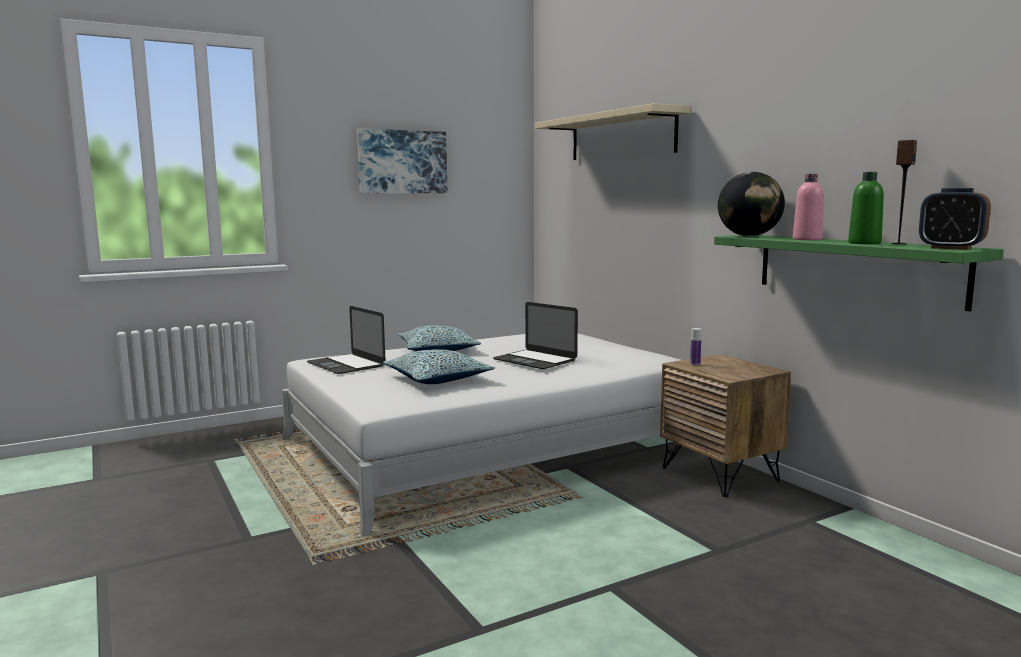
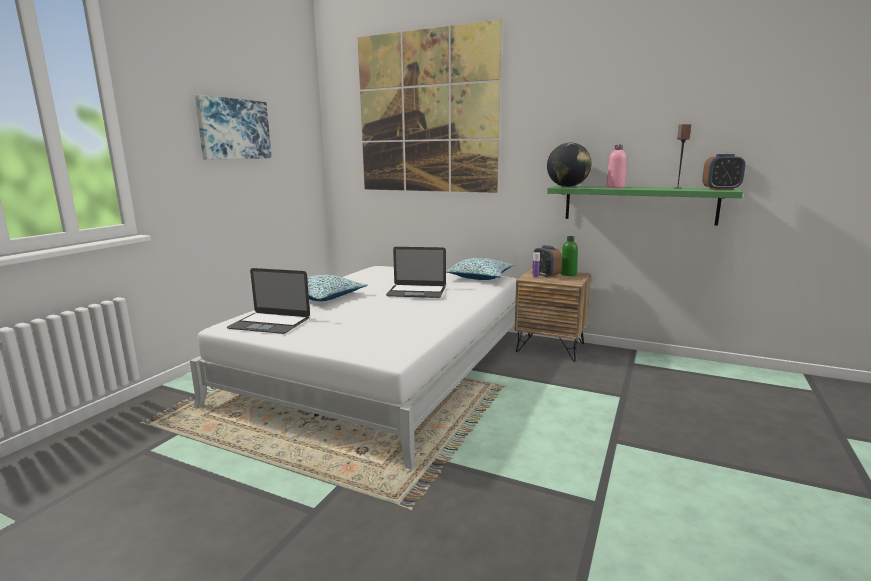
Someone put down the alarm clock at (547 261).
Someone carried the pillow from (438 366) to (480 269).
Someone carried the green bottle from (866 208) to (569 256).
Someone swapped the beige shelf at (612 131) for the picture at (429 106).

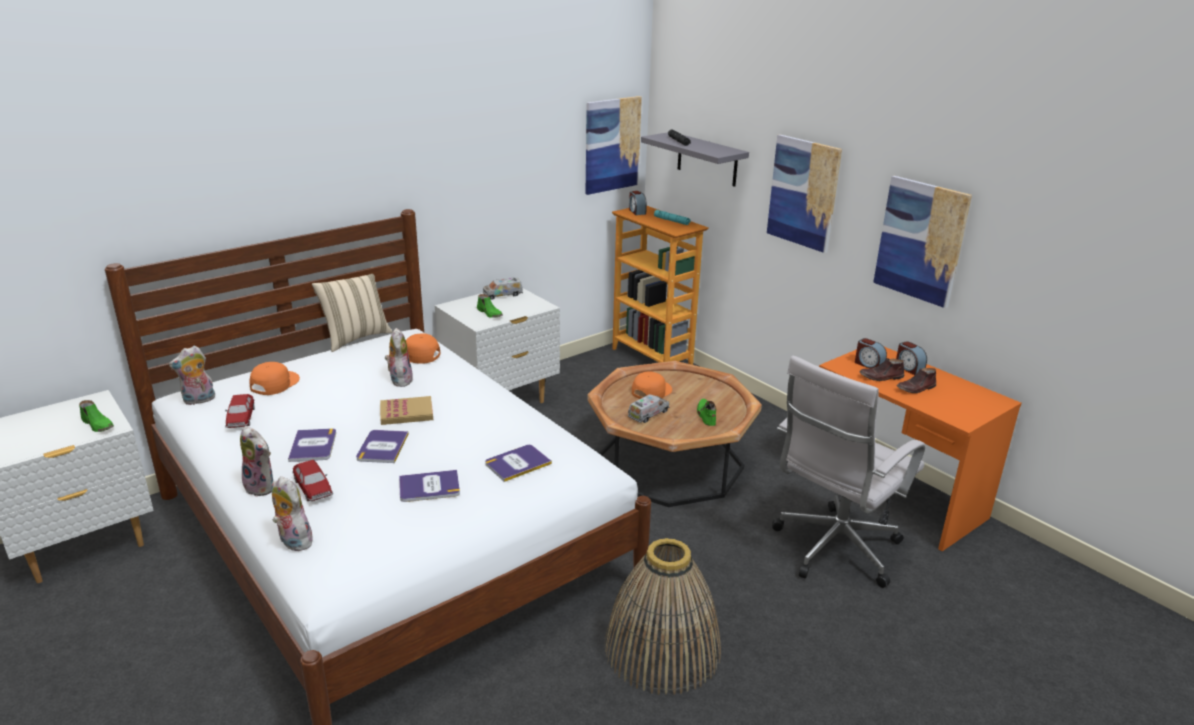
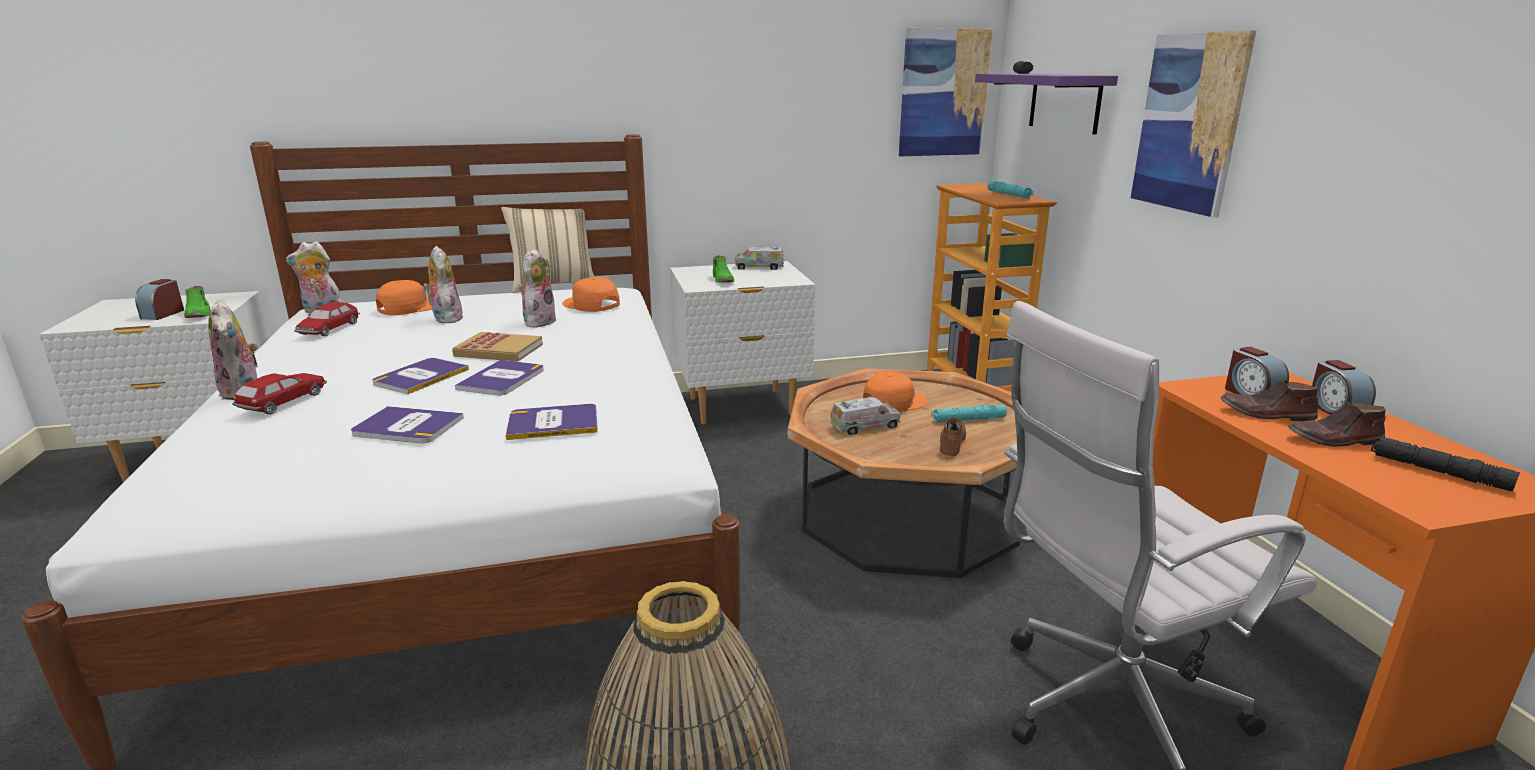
Someone took away the picture at (922 242).
Someone put down the turquoise flashlight at (968 413).
Someone put down the black flashlight at (1445 464).
Someone carried the plush toy from (292 513) to (443 284).
Someone carried the book from (312 445) to (499 377).
Someone carried the alarm clock from (638 203) to (159 299).
Someone repainted the grey shelf at (695 159), which became the purple shelf at (1046 104).
Someone repainted the green shoe at (706 412), which became the brown shoe at (953 436).
Someone rotated the toy car at (313 480) by 150 degrees counterclockwise.

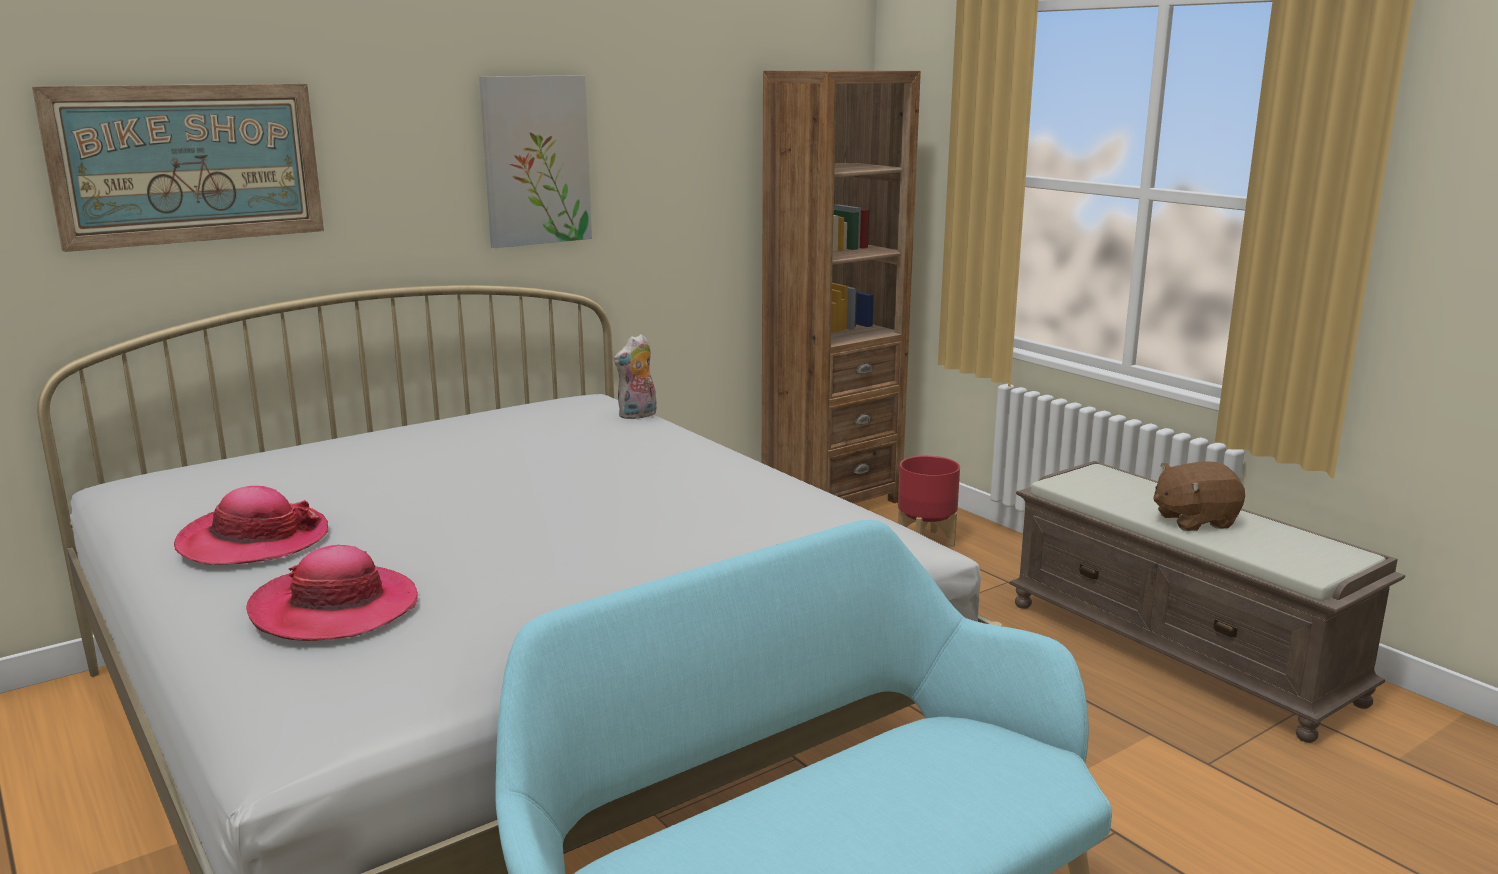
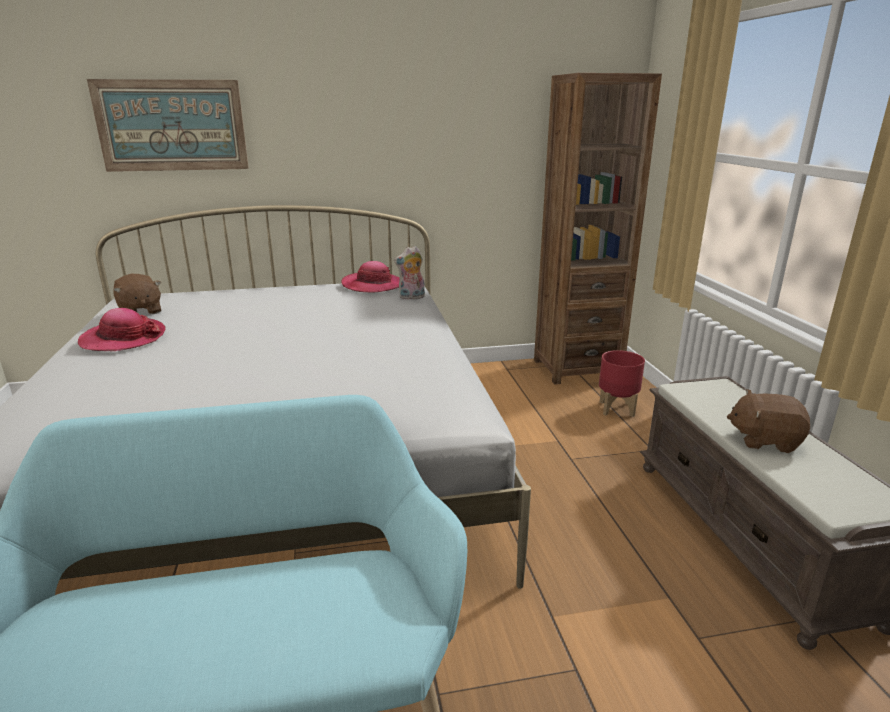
Someone took away the picture at (535 162).
Someone put down the brown plush toy at (137 294).
Someone carried the hat from (332 593) to (370 277).

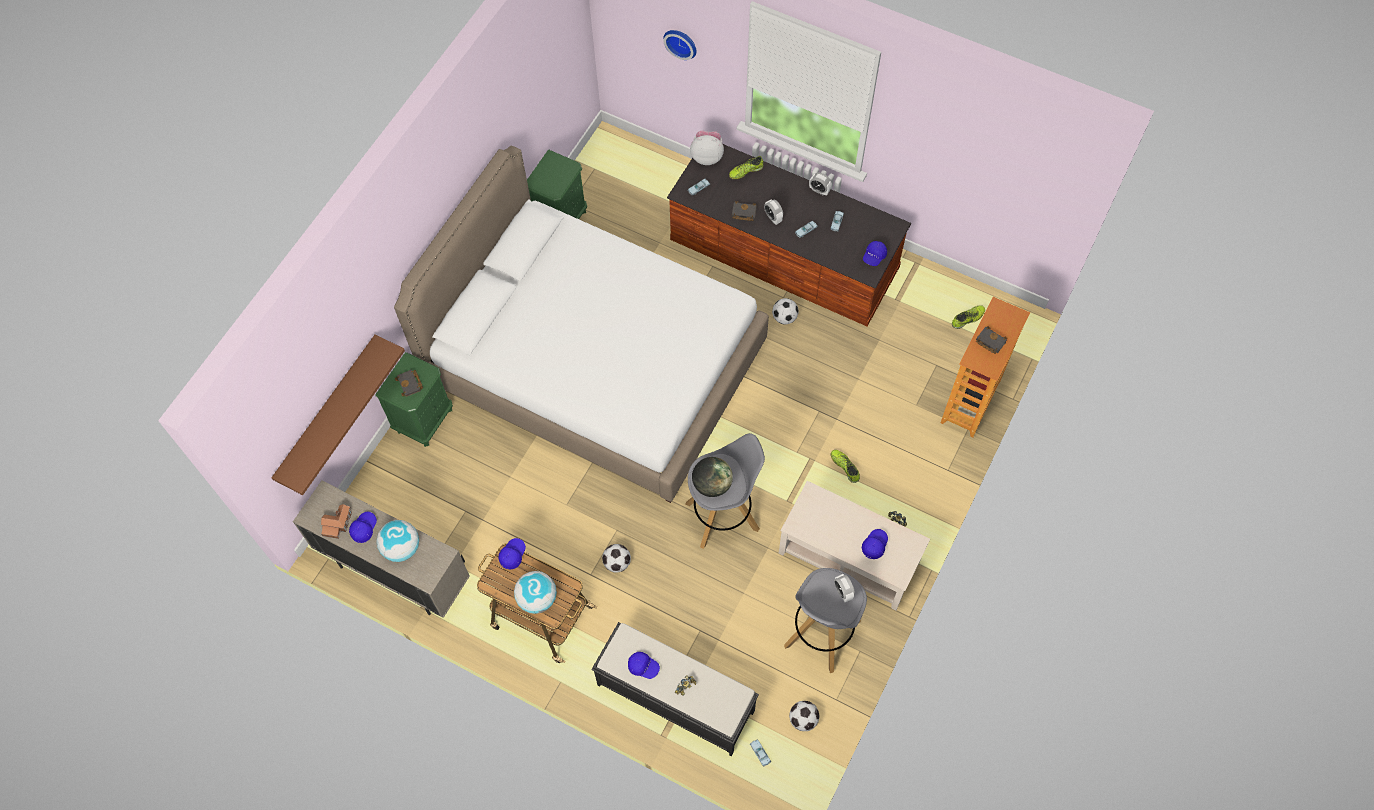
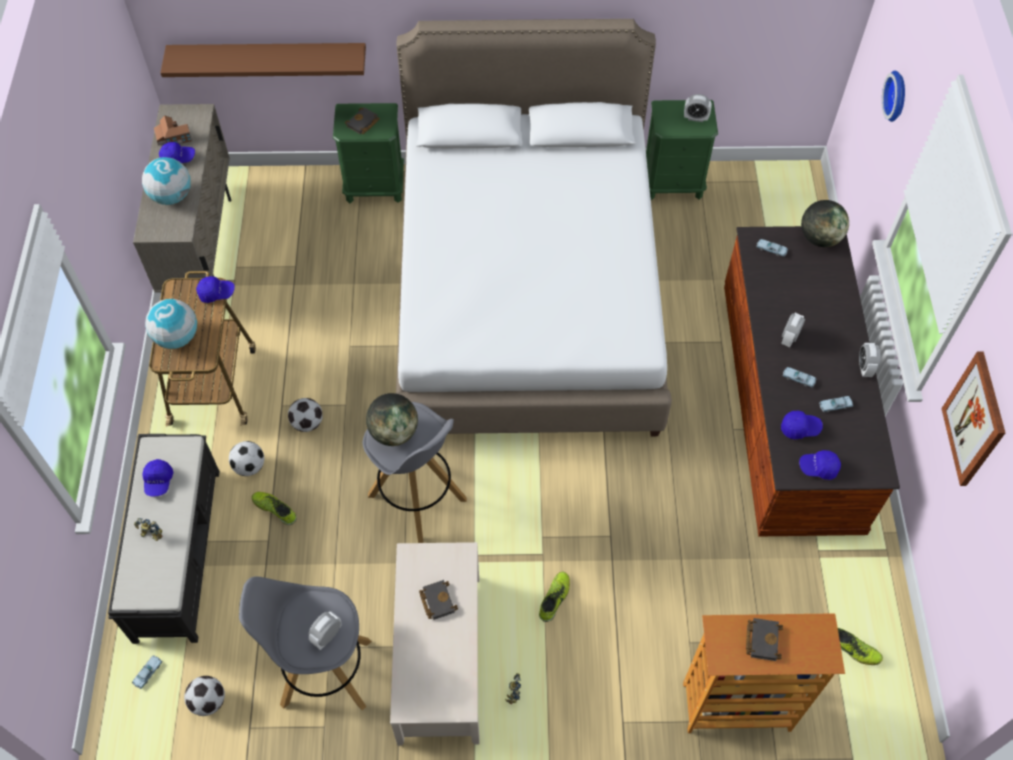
Someone put down the alarm clock at (698 108).
Someone put up the picture at (973 418).
Someone carried the shoe from (746 168) to (274 508).
Someone carried the black book from (744 211) to (438 600).
Someone carried the football from (785 311) to (246 458).
Someone carried the blue cap from (875 544) to (802 425).
Someone swapped the plush toy at (707 148) for the globe at (825 223).

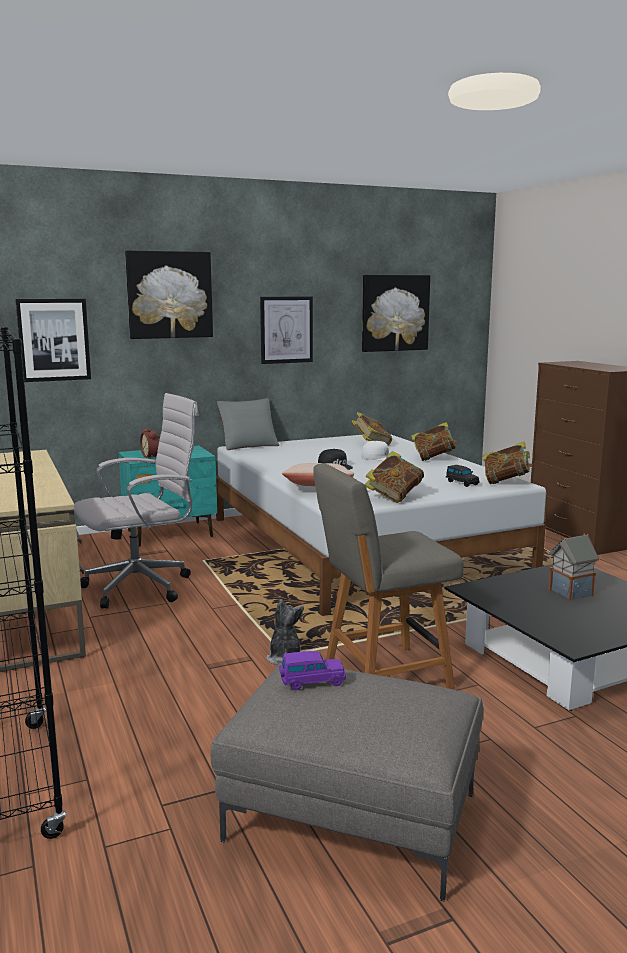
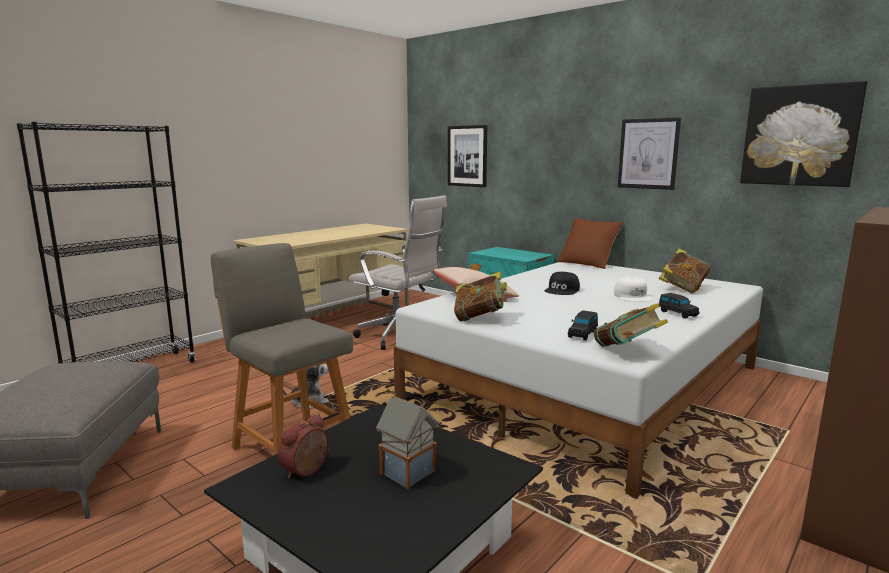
Someone took away the picture at (169 295).
Someone took away the purple toy car at (312 670).
Someone carried the alarm clock from (149 443) to (303 446).
Someone swapped the book at (435 441) for the black toy car at (679 306).
Someone repainted the grey pillow at (248 424), which became the brown pillow at (590 243).

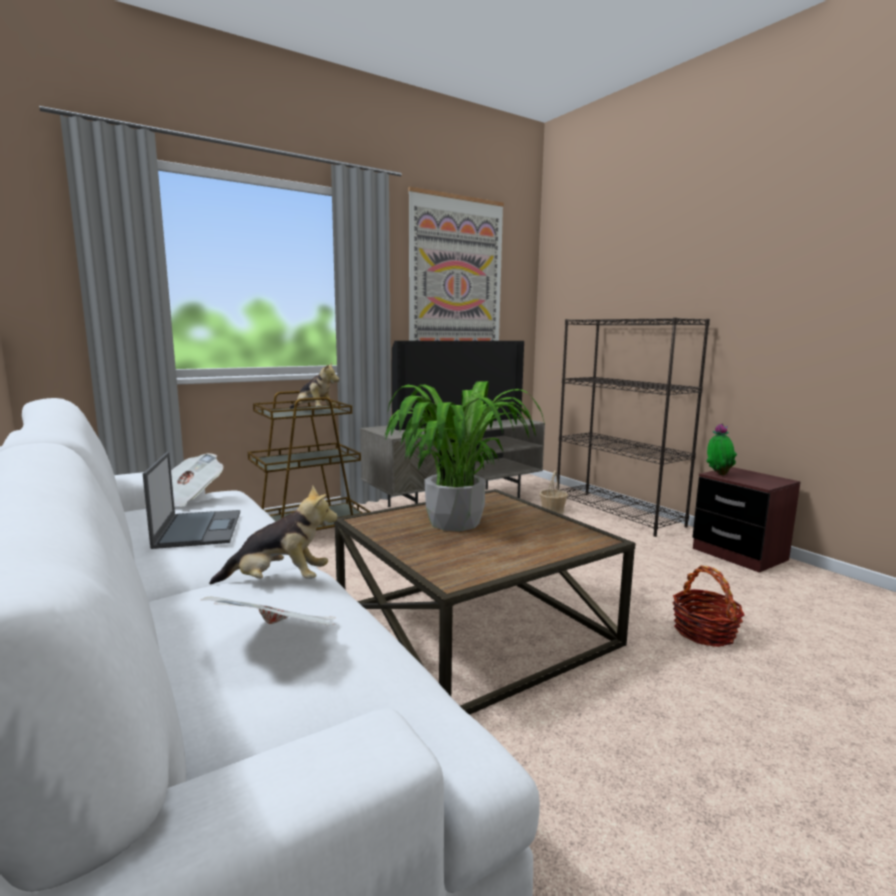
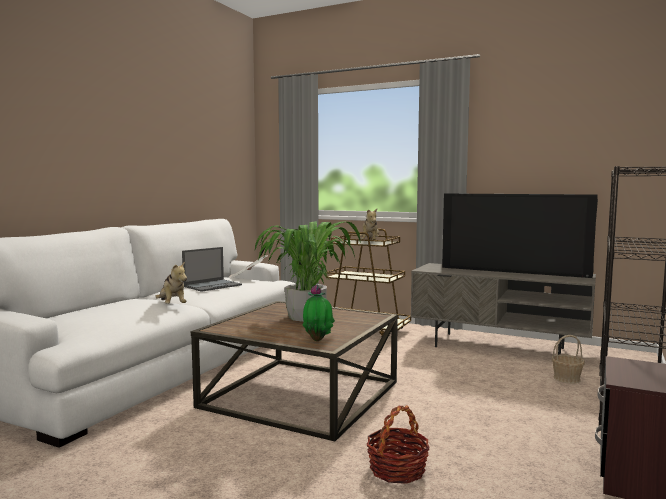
Someone took away the newspaper at (268 611).
Someone took away the picture at (456 264).
Someone carried the potted plant from (721 449) to (319 312).

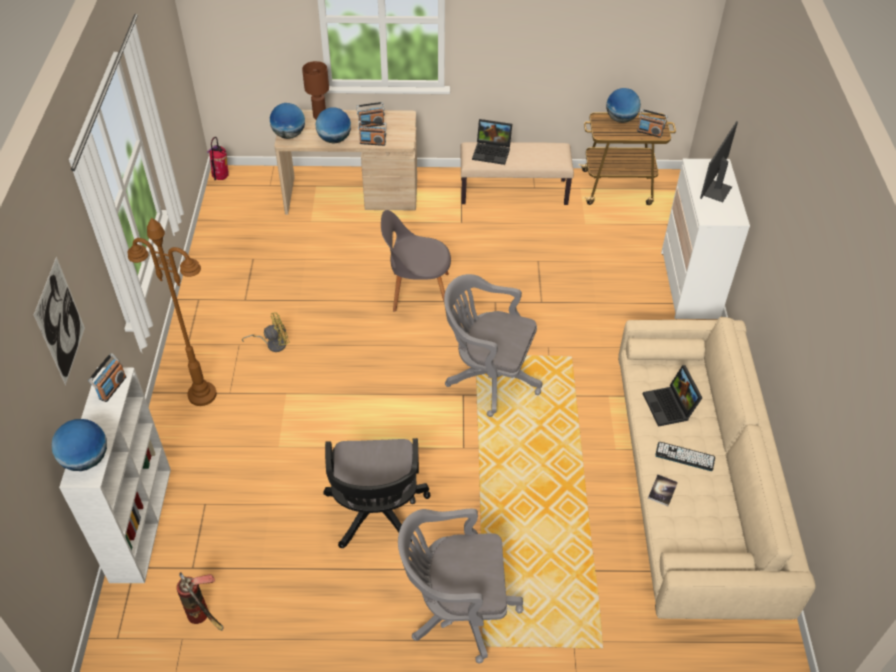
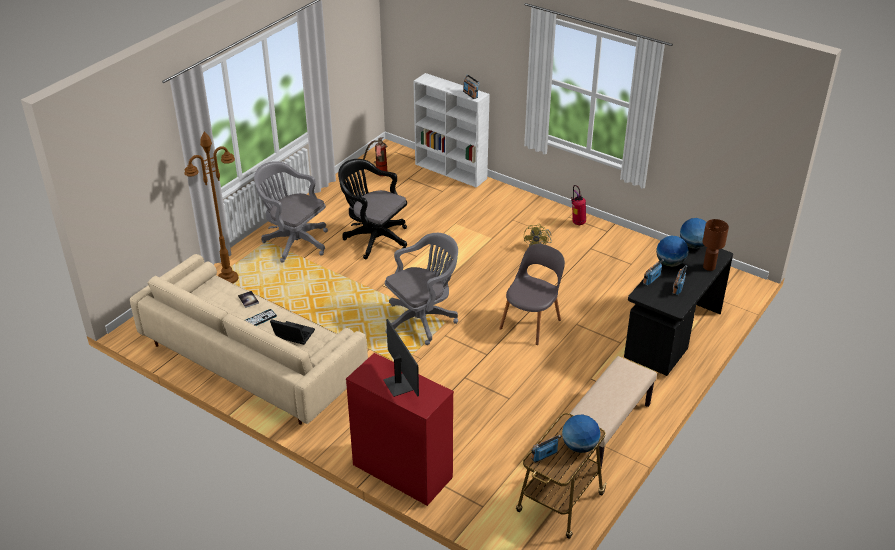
Someone took away the picture at (59 321).
Someone took away the globe at (79 445).
Someone took away the laptop at (492 142).
Someone carried the brown floor lamp from (172 312) to (211 208).
Someone carried the fire extinguisher from (218 159) to (578 205).
Someone repainted the beige desk at (345 162), which became the black desk at (678 306).
Someone repainted the white dresser at (705 239), which became the red dresser at (400 429).
Someone rotated the grey office chair at (460 586) by 90 degrees counterclockwise.

